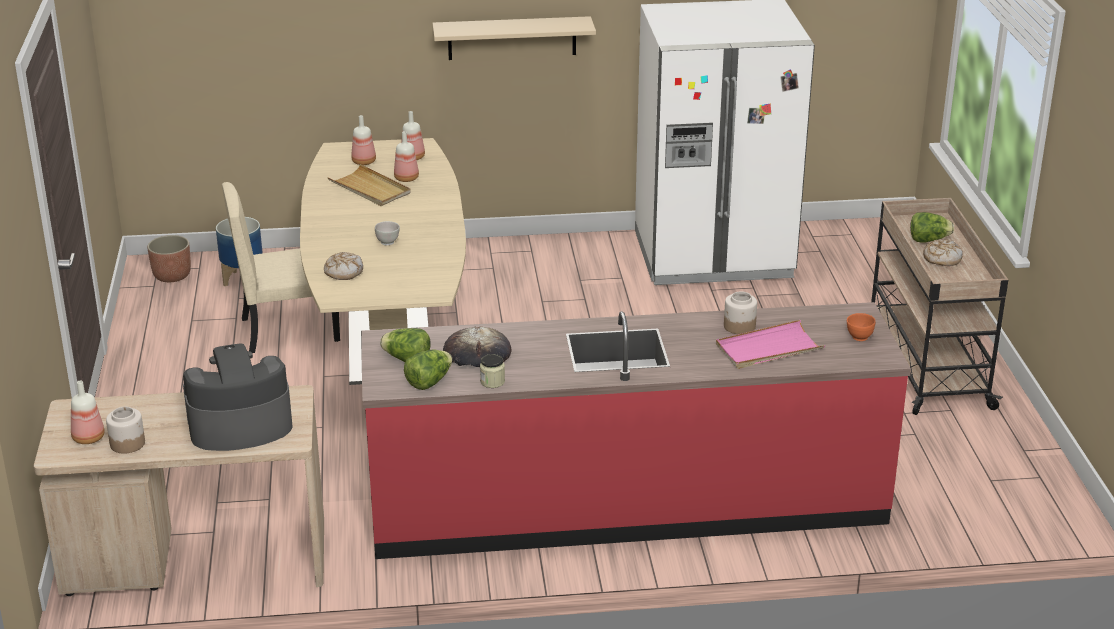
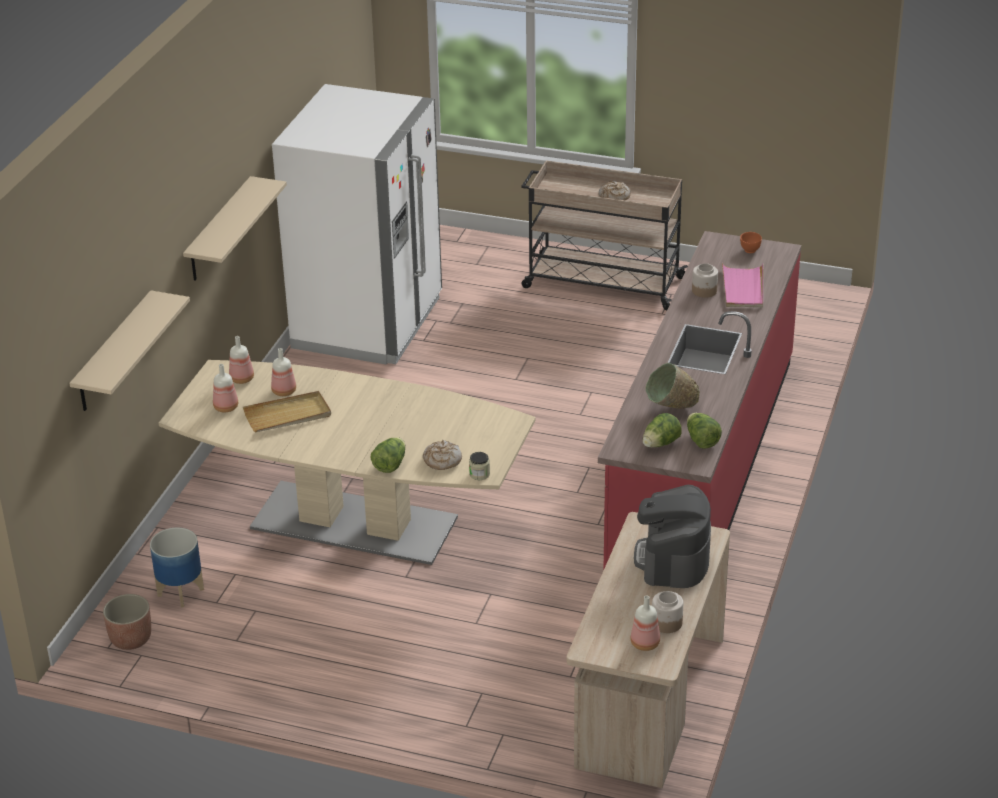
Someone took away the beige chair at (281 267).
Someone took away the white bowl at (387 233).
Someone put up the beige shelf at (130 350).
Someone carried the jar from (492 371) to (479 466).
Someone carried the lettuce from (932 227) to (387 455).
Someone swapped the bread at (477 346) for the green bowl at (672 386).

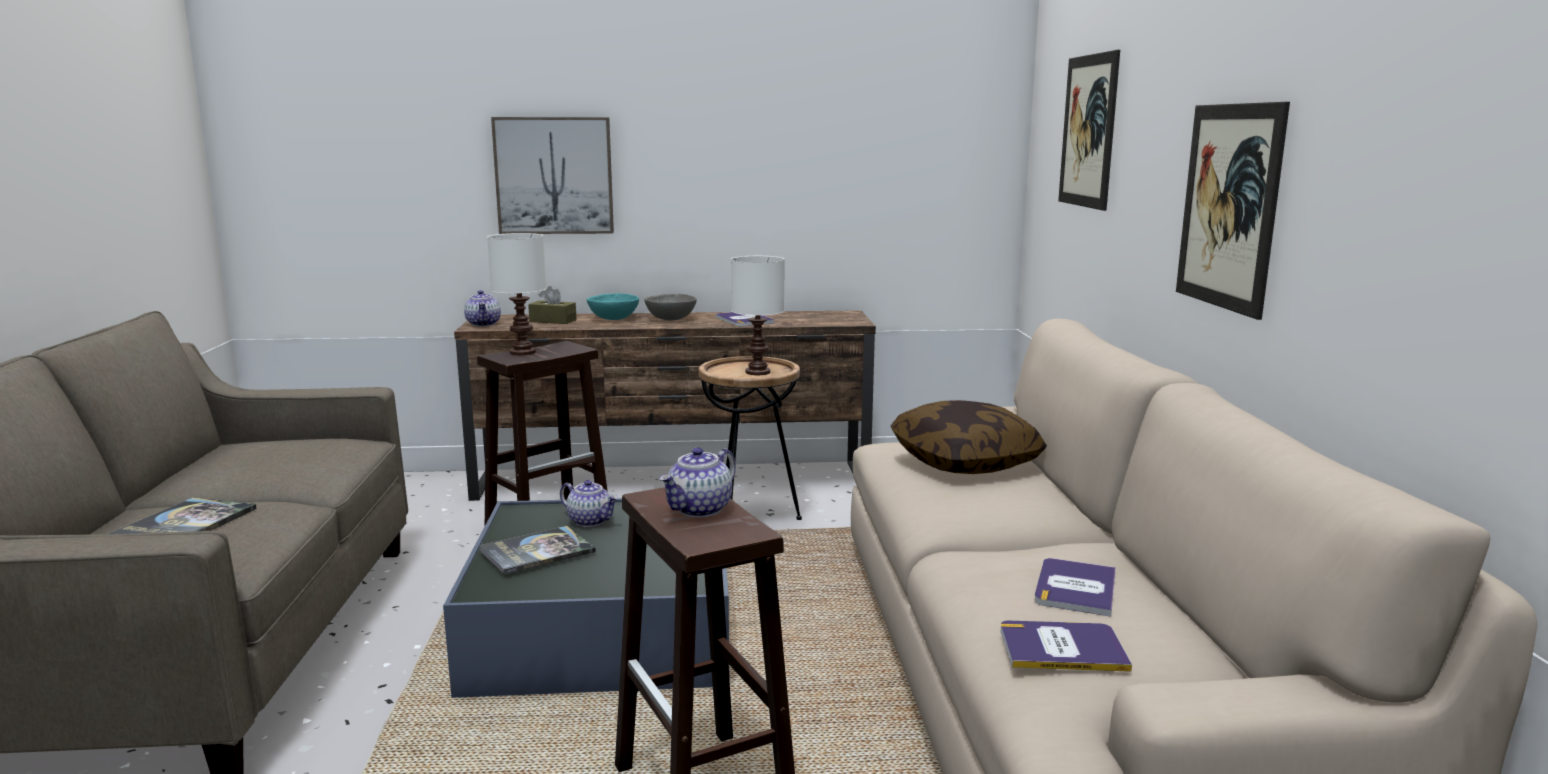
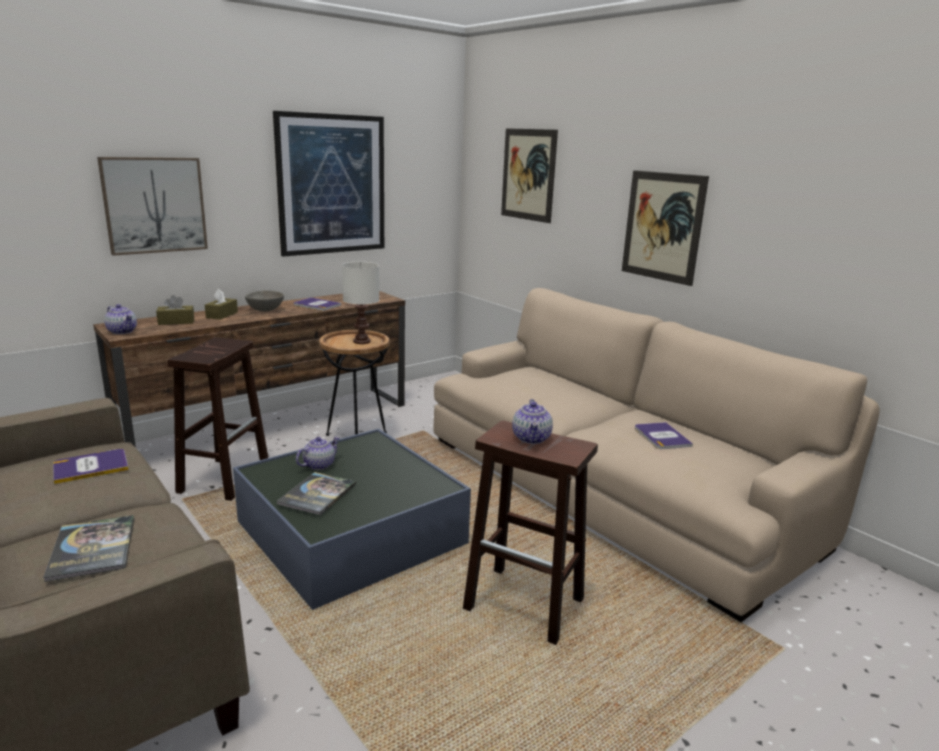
Someone took away the white table lamp at (516 294).
Someone took away the pillow at (969 437).
Someone put up the picture at (328 184).
Someone carried the book from (1066 646) to (91 466).
Someone swapped the turquoise bowl at (613 306) for the brown tissue box at (221 304).
Someone rotated the teapot at (589 503) by 45 degrees counterclockwise.

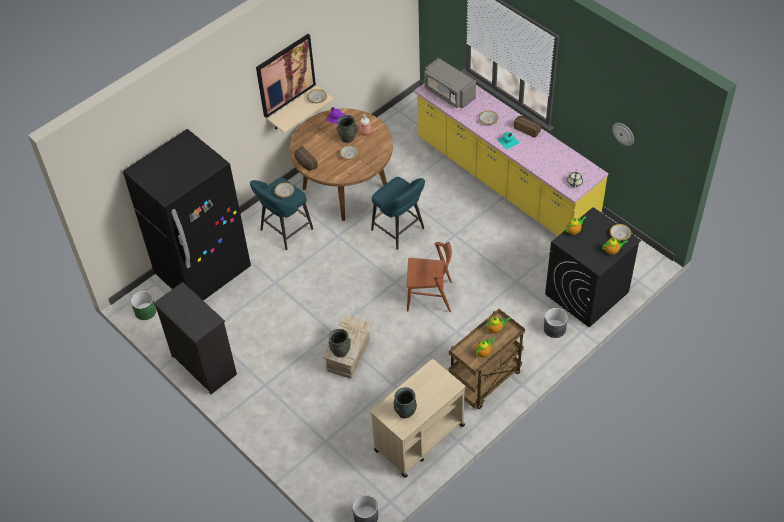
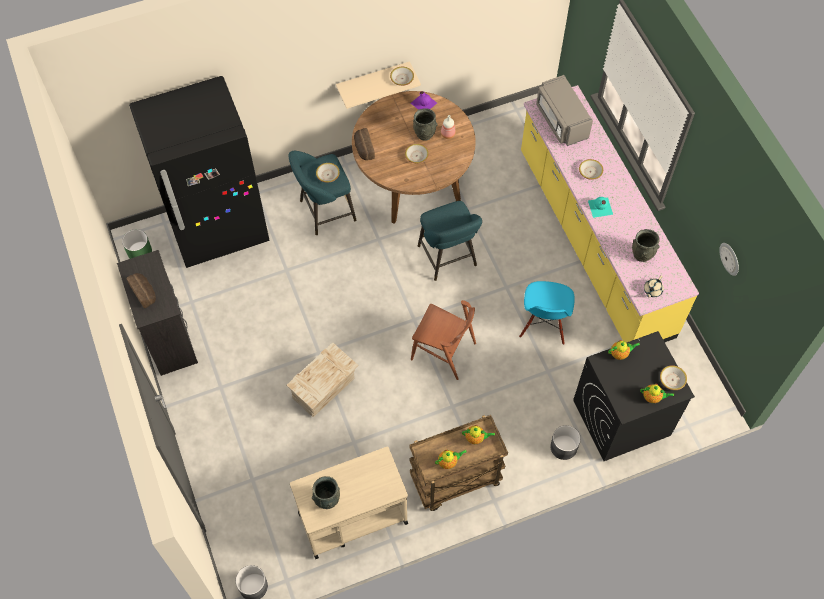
Someone took away the picture at (286 76).
Someone put down the blue chair at (547 313).
Someone carried the grey vase from (339 343) to (646 245).
Someone carried the bread from (527 127) to (141 290).

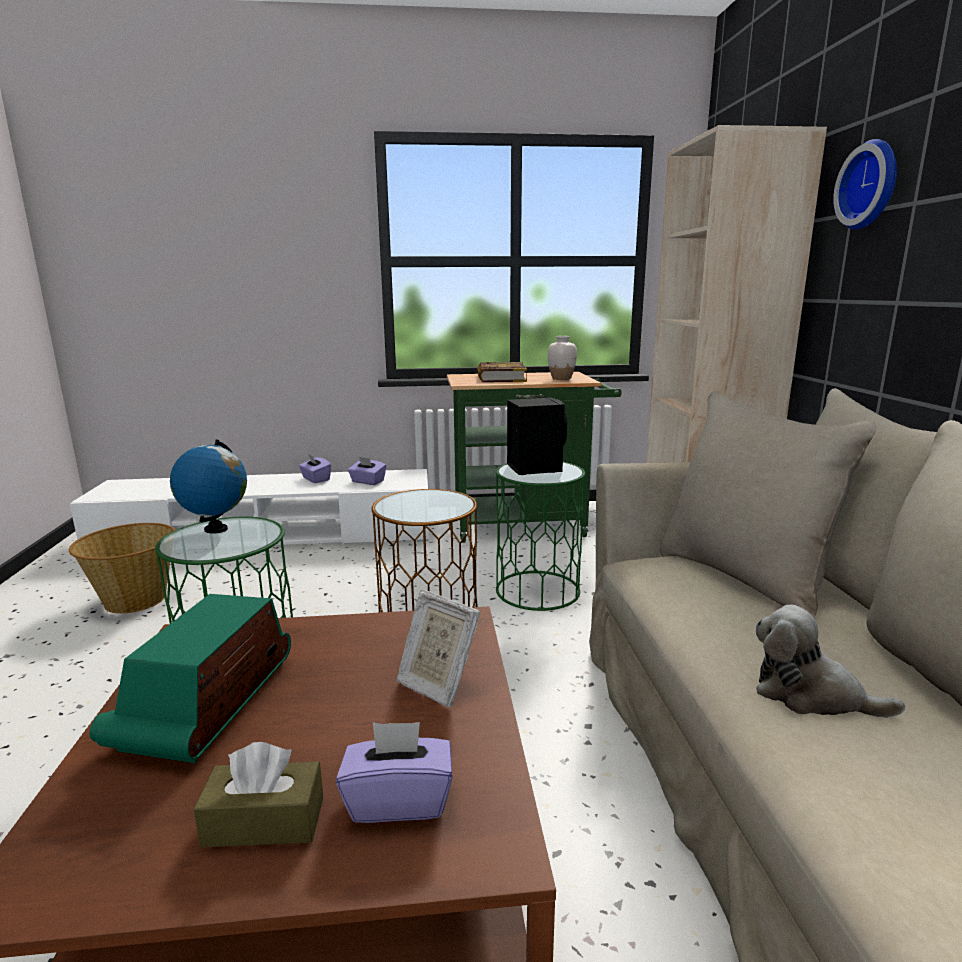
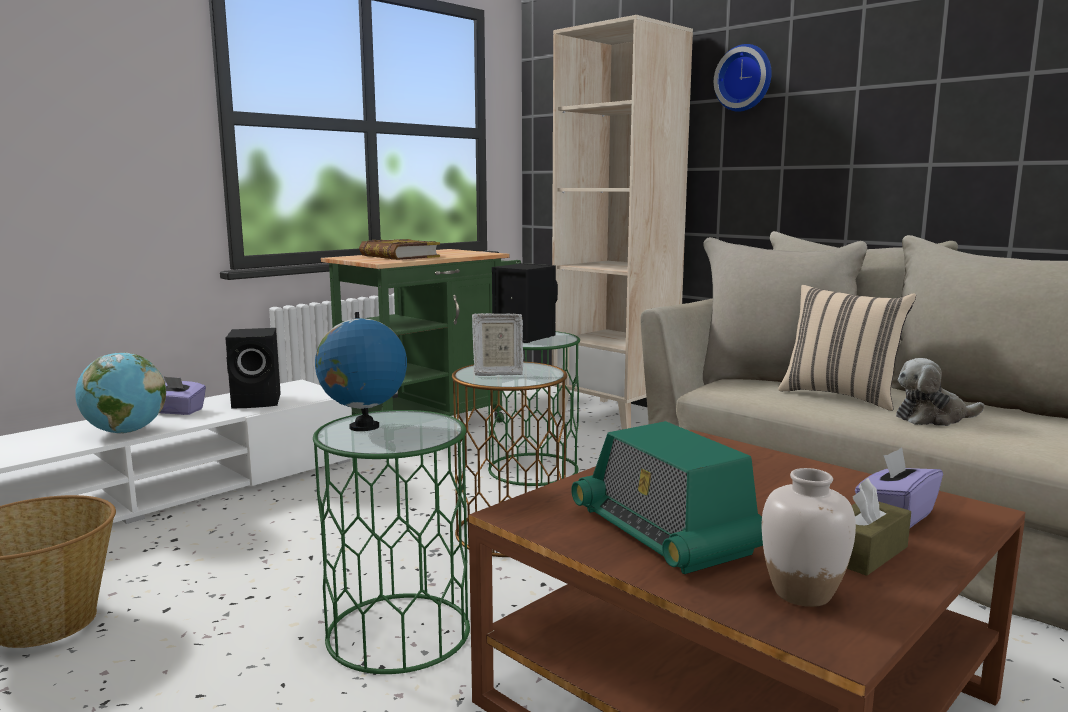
Someone put down the globe at (120 393).
Someone put down the beige pillow at (847 348).
Someone carried the picture frame from (438 648) to (497 344).
Someone carried the white vase from (562 358) to (809 537).
Someone swapped the purple tissue box at (367 470) for the black speaker at (253 368).

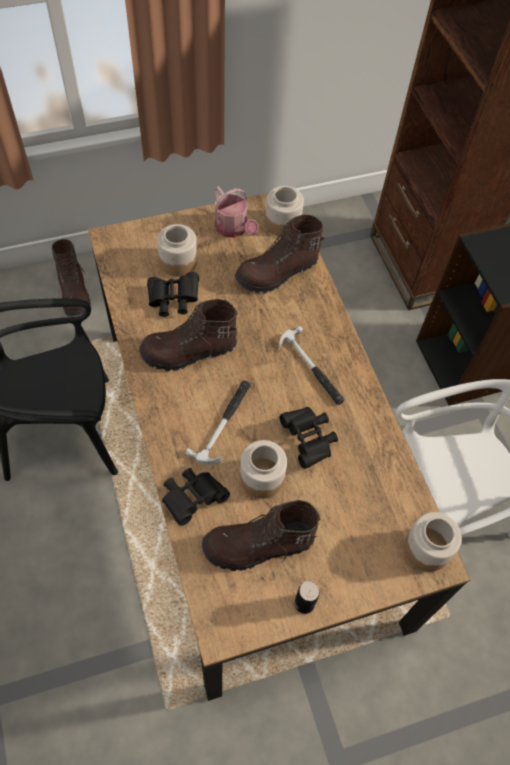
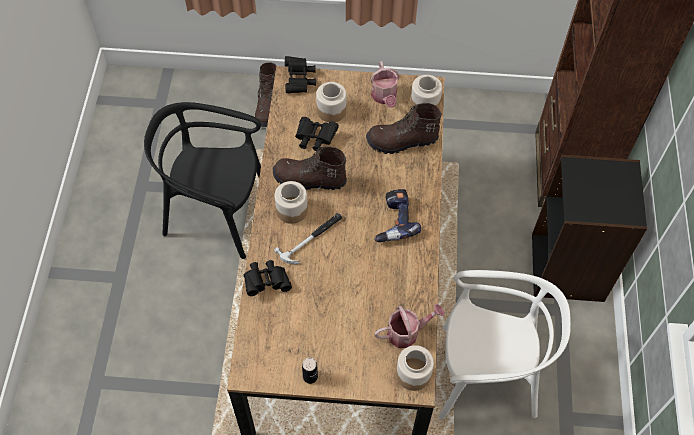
Someone took away the brown boot at (261 535).
Someone put down the watering can at (410 326).
Someone carried the jar from (263 469) to (291 202).
Someone carried the black binoculars from (309 438) to (300 75).
Someone swapped the hammer at (311 365) for the power drill at (397 215).

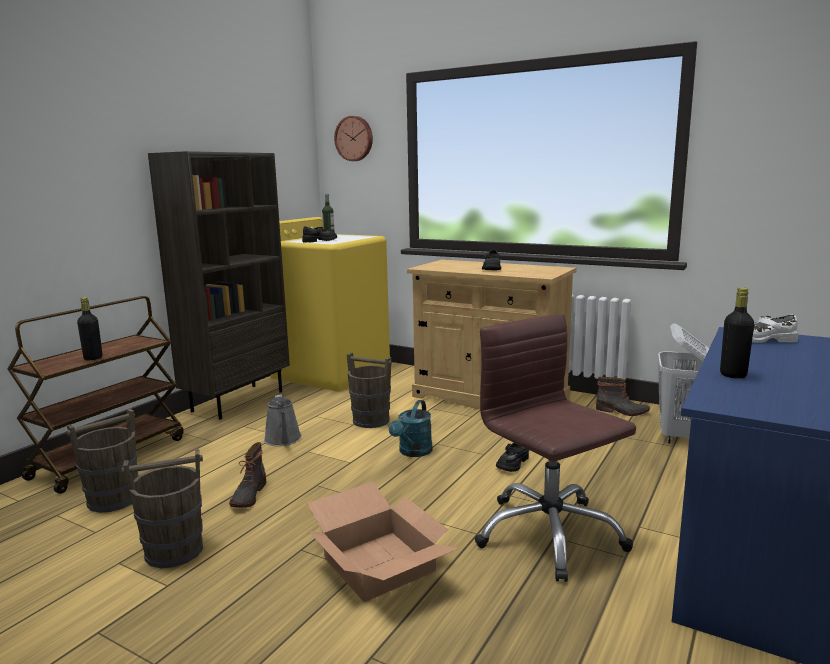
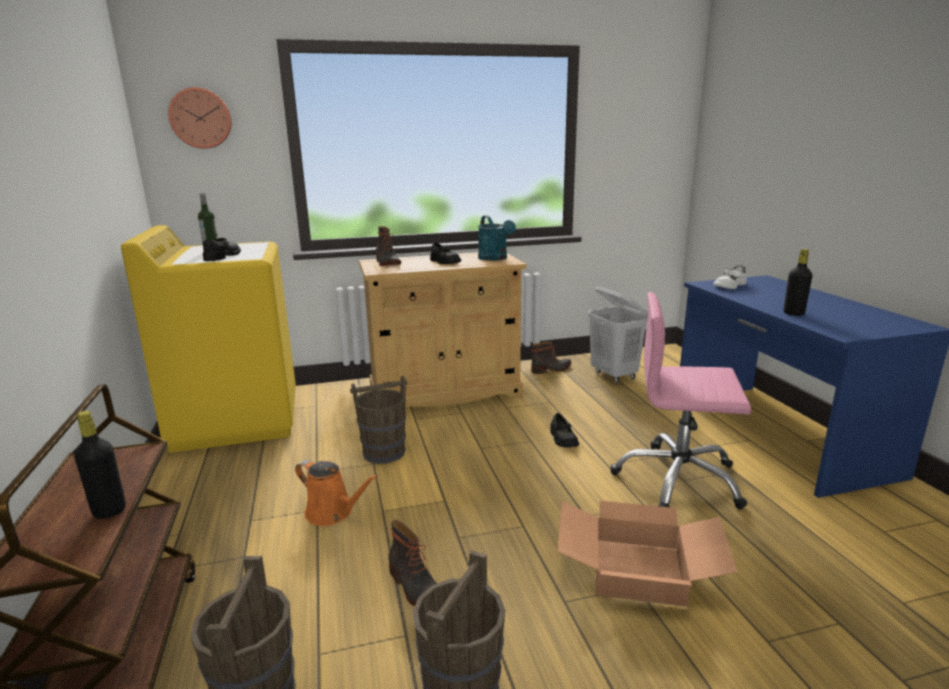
Someone took away the brown bookcase at (219 285).
Someone put down the boot at (388 246).
Someone carried the turquoise watering can from (411 428) to (497 238).
Someone repainted the grey watering can at (283 420), which became the orange watering can at (336 493).
Someone repainted the brown office chair at (555 448), which became the pink office chair at (680 401).

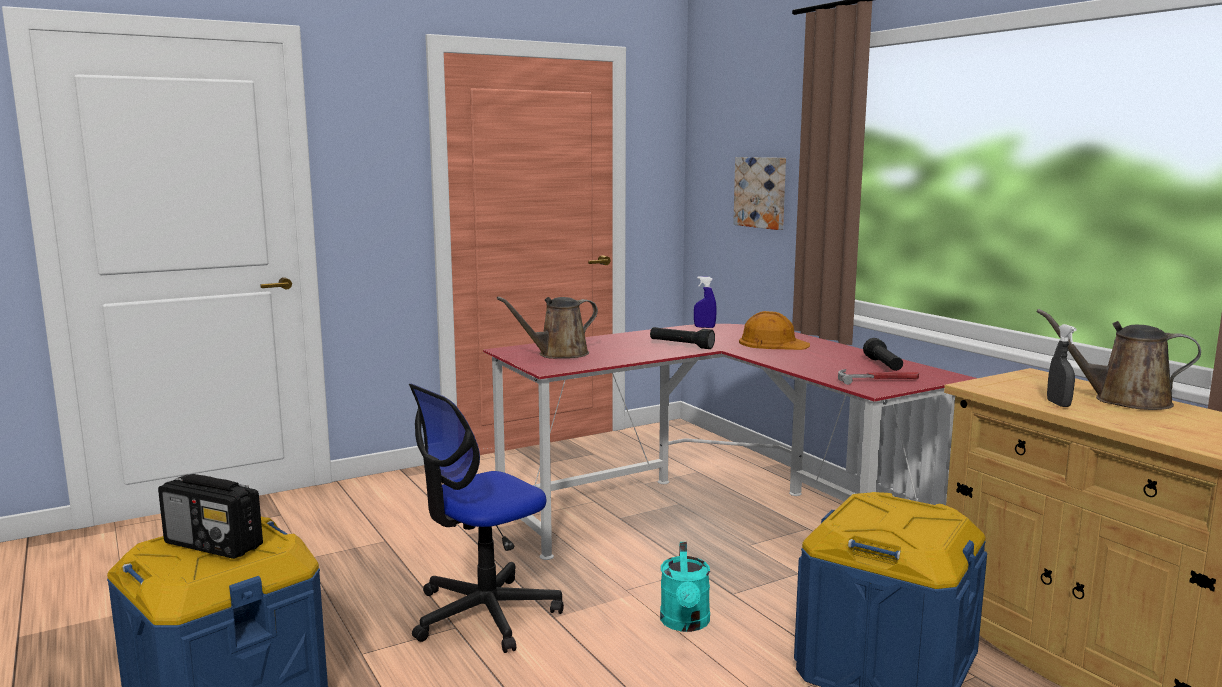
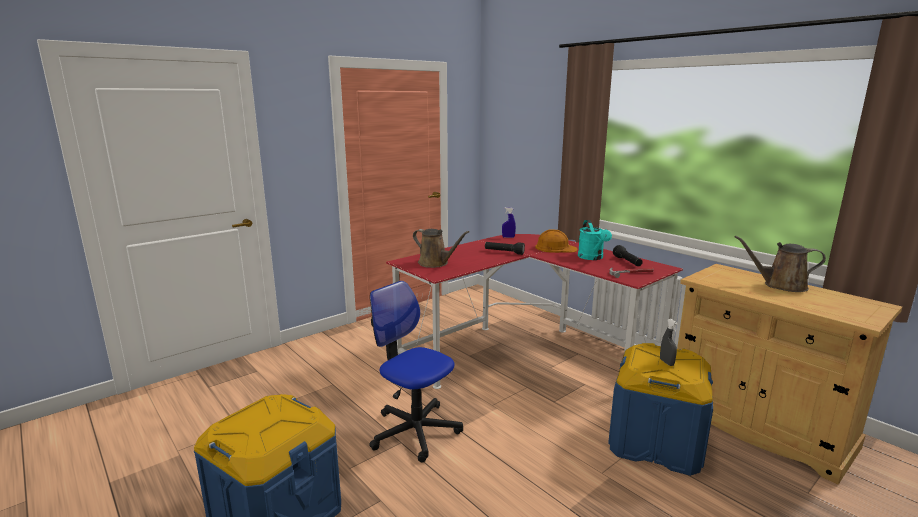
Someone took away the radio at (210 516).
Someone took away the picture at (759 193).
Someone carried the turquoise watering can from (685 587) to (595 240).
Someone carried the grey spray bottle from (1062 365) to (669 342).
Someone rotated the office chair at (486 518) by 90 degrees clockwise.
Someone rotated the brown watering can at (547 328) by 105 degrees counterclockwise.

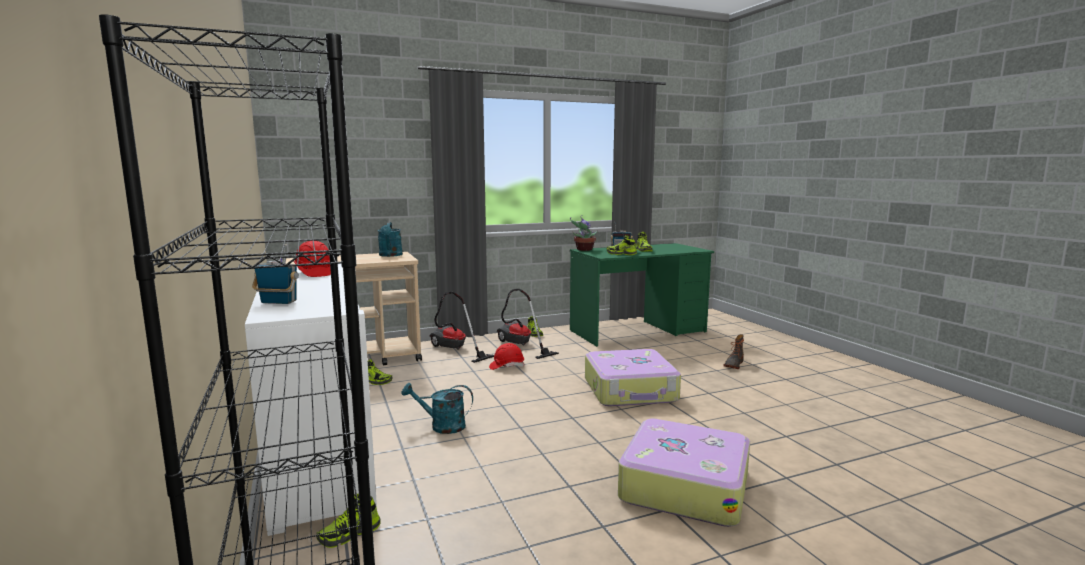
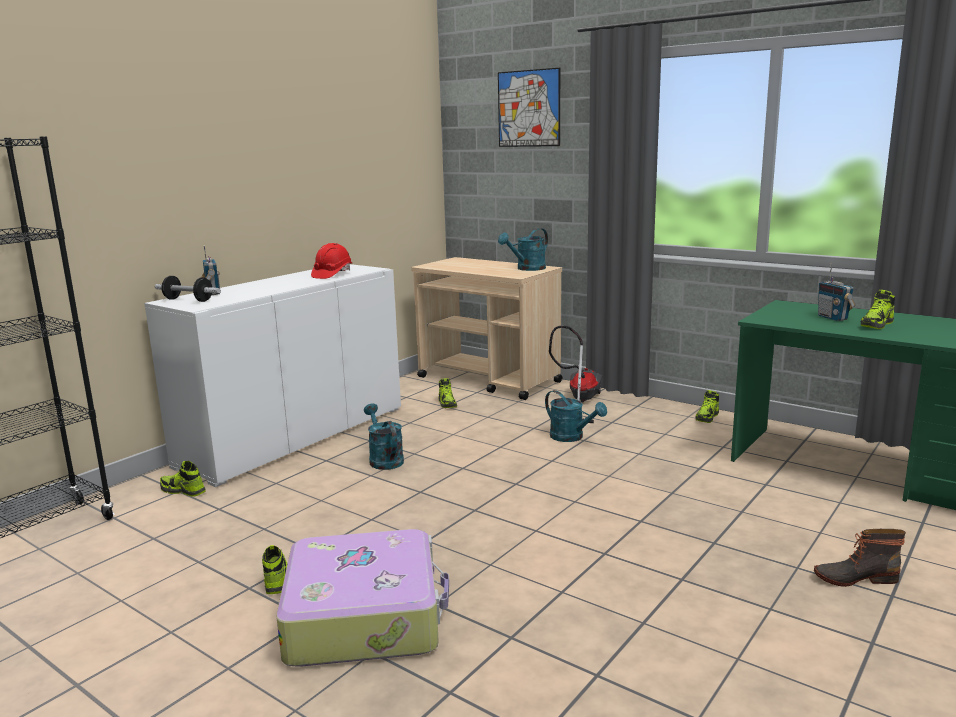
Someone took away the vacuum cleaner at (528 324).
Someone took away the potted plant at (584 233).
Someone took away the suitcase at (633 377).
Someone put down the dumbbell at (187 289).
Someone put up the picture at (529 107).
Someone carried the shoe from (622 245) to (275 569).
Someone swapped the red hard hat at (506 356) for the turquoise watering can at (576 416).

